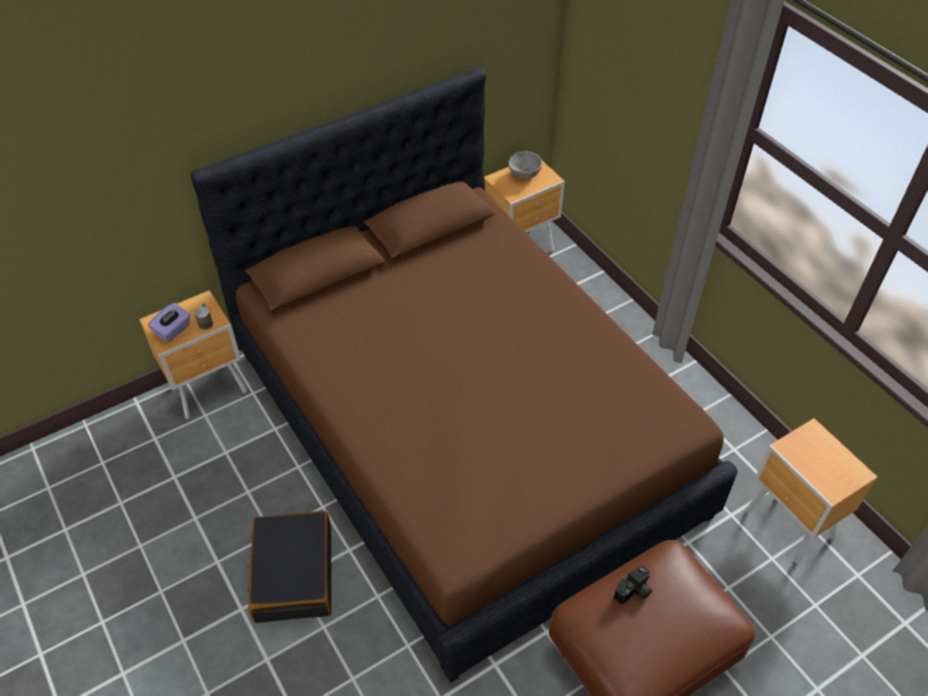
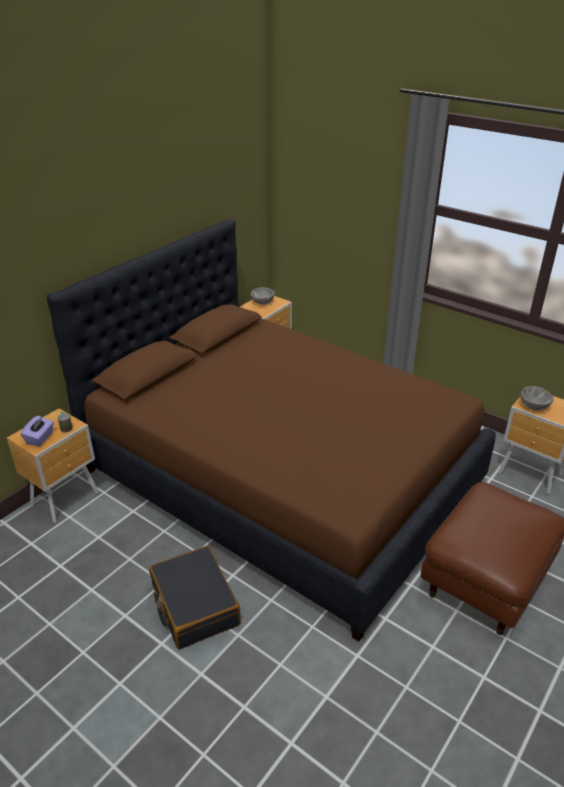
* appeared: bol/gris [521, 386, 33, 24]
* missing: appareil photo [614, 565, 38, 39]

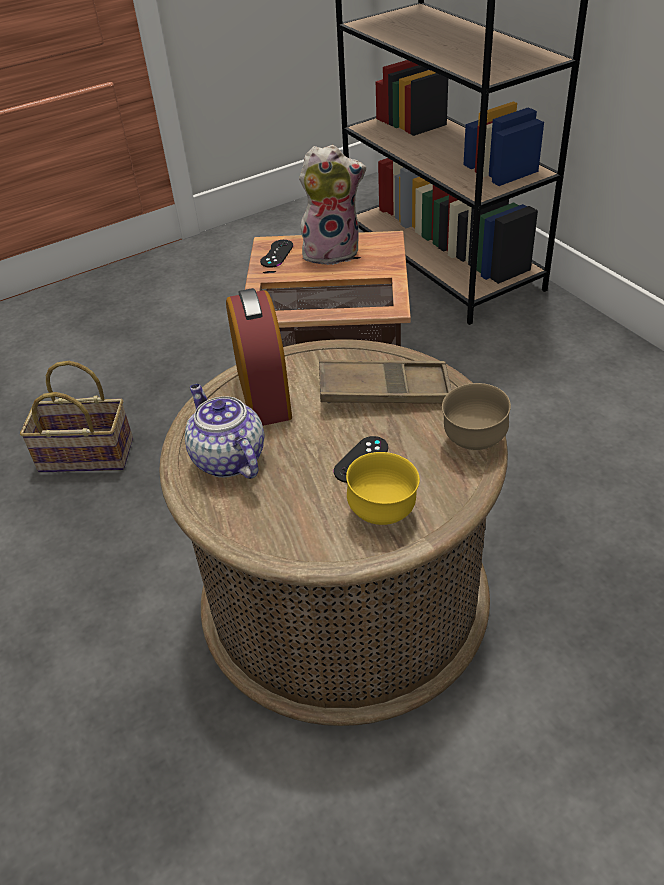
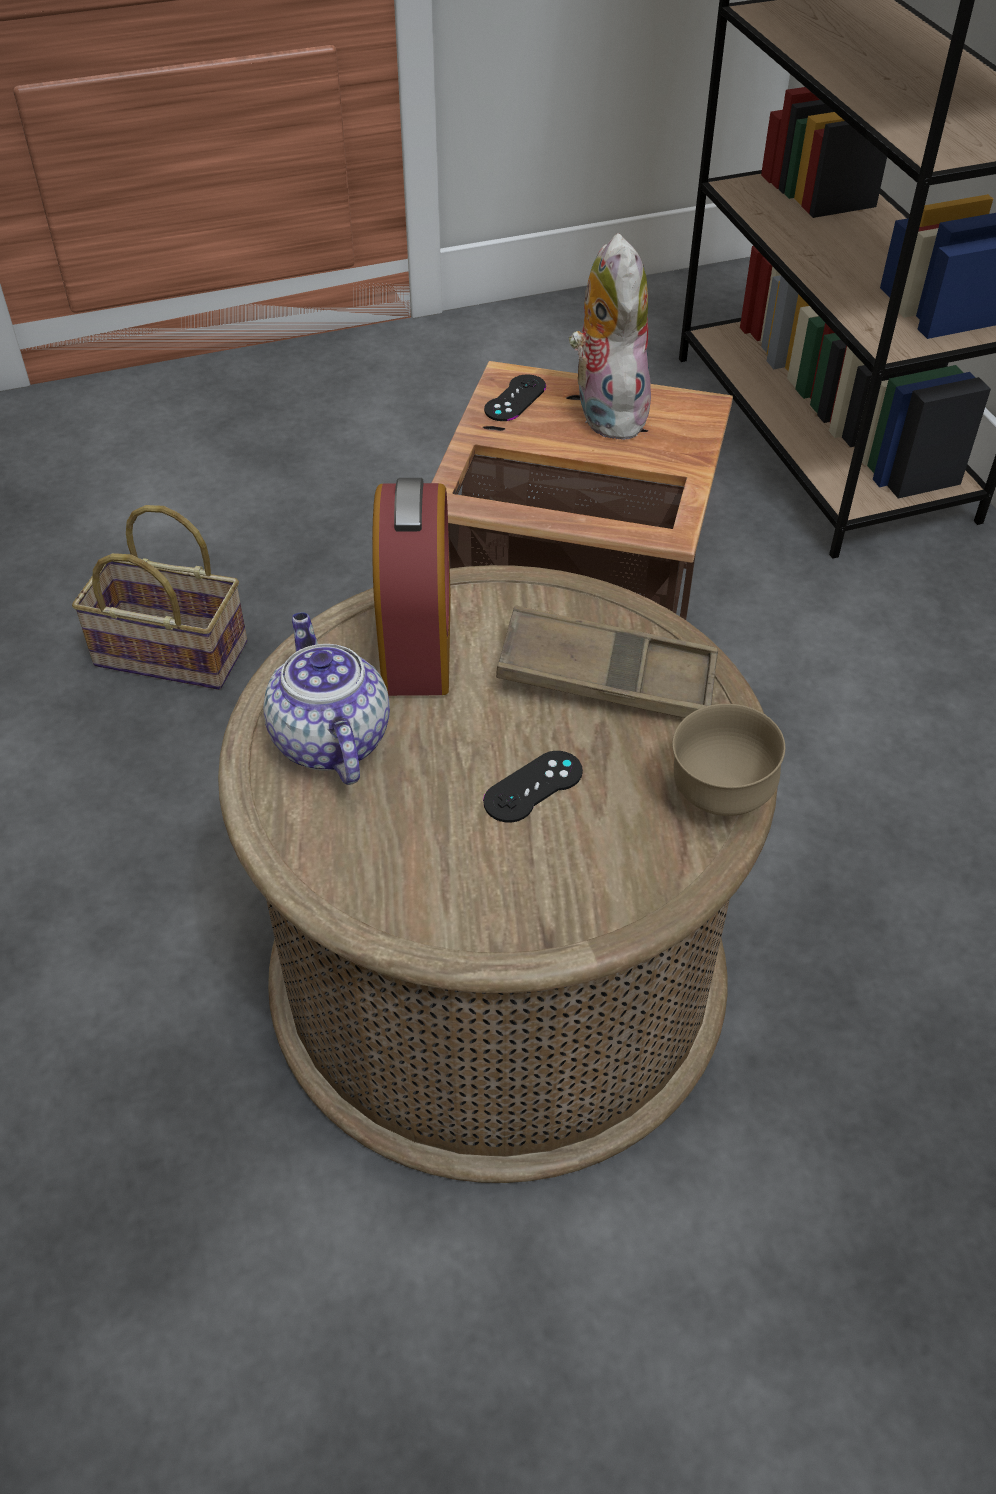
* spun: peluche [299, 145, 67, 120] = [569, 233, 82, 207] 105 degrees counterclockwise
* missing: bol/jaune [346, 452, 74, 73]

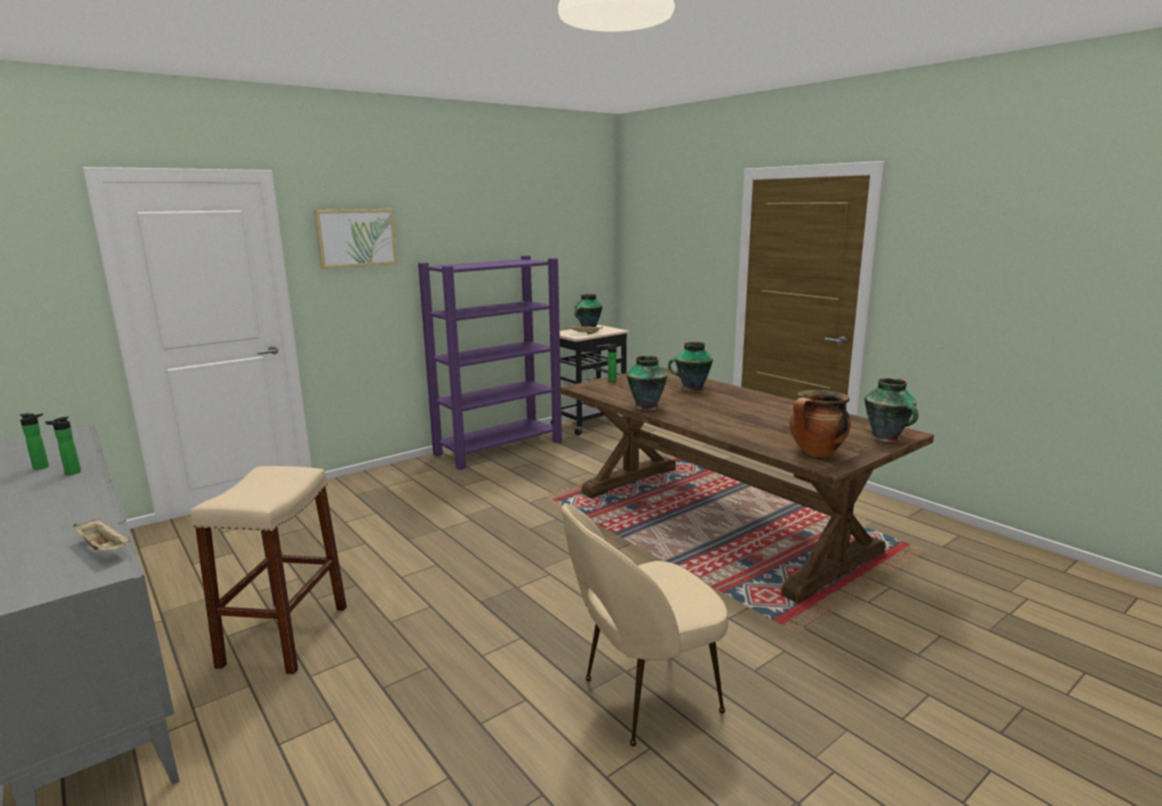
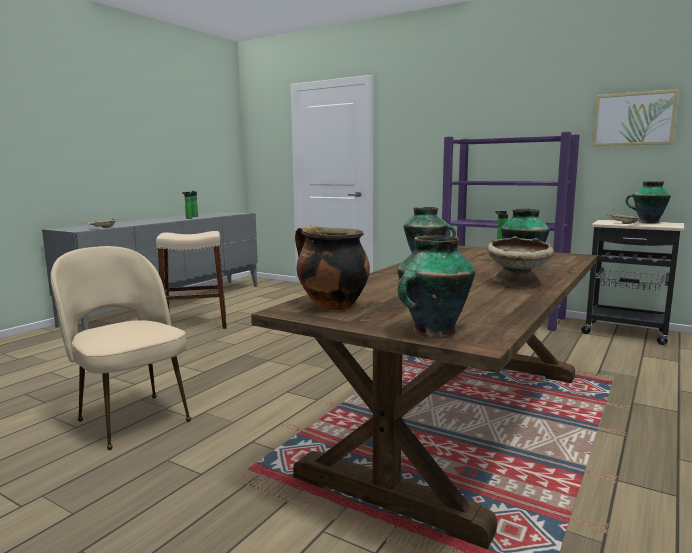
* appeared: bol/beige [487, 236, 67, 52]
* relocated: tableau [314, 209, 83, 60] to [593, 89, 86, 57]

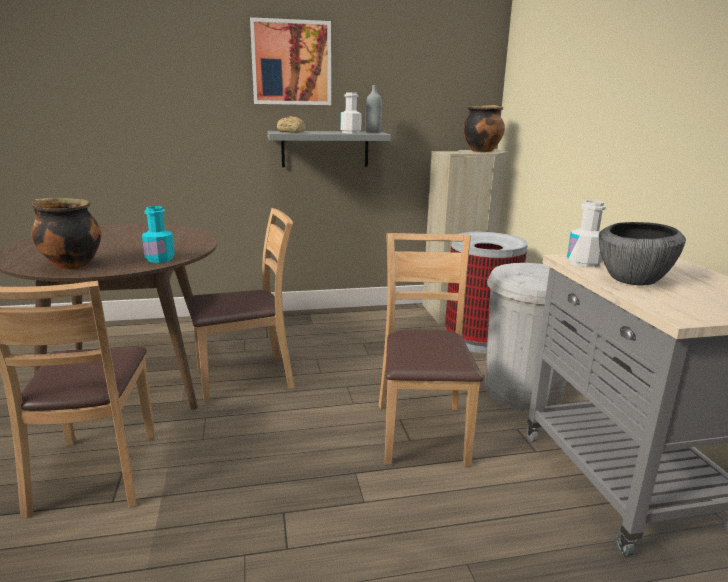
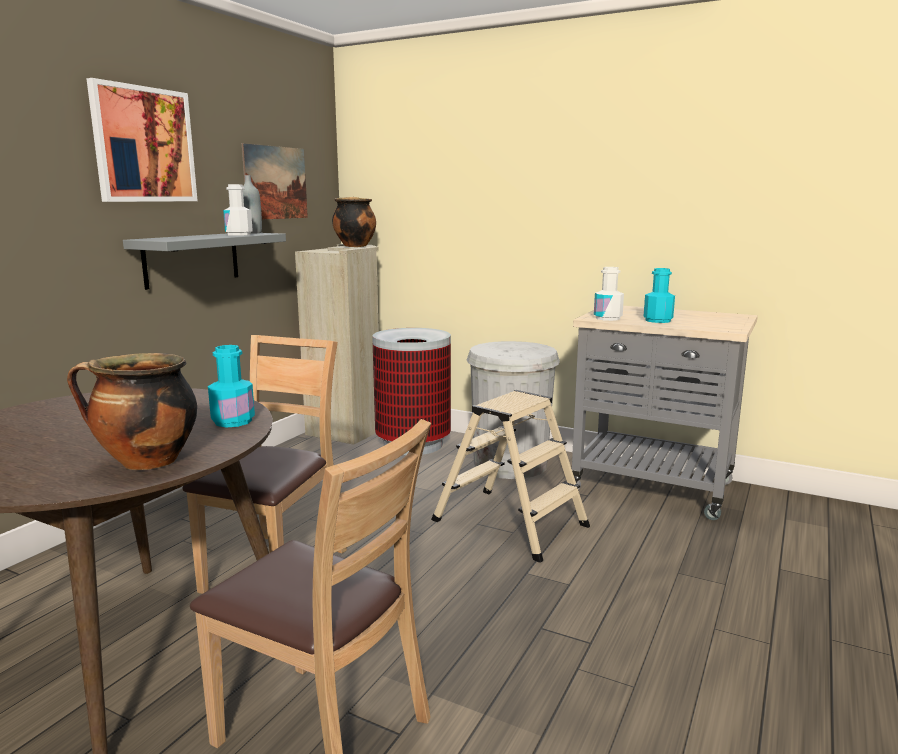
* appeared: tableau [242, 143, 66, 77]
* exchanged: chaise/marron [379, 233, 104, 234] to escabeau/beige [431, 390, 159, 173]
* exchanged: bol [599, 222, 87, 63] to bouteille/turquoise [643, 268, 32, 55]
* missing: pain [277, 116, 29, 17]

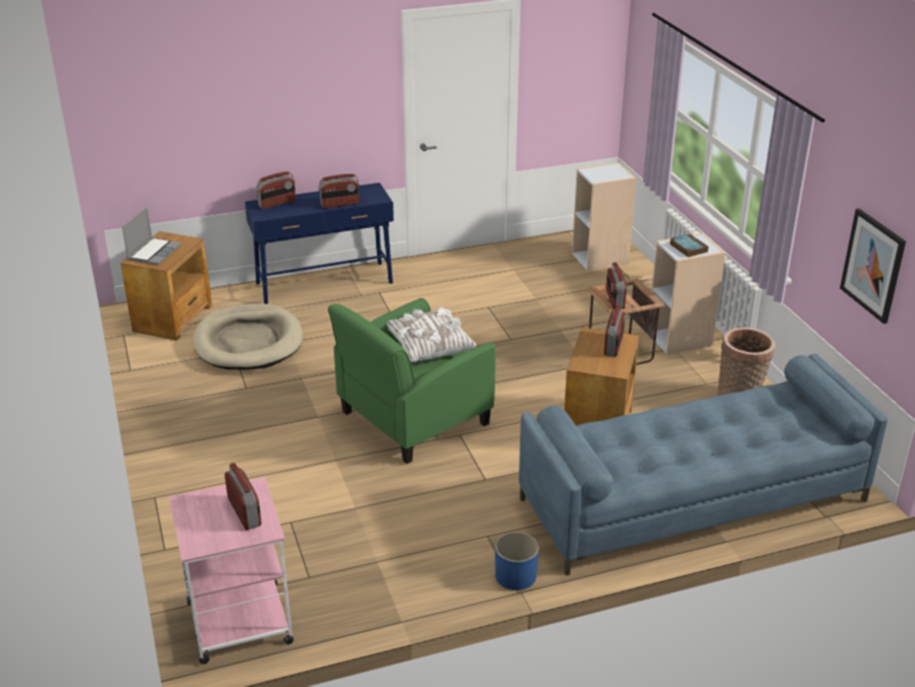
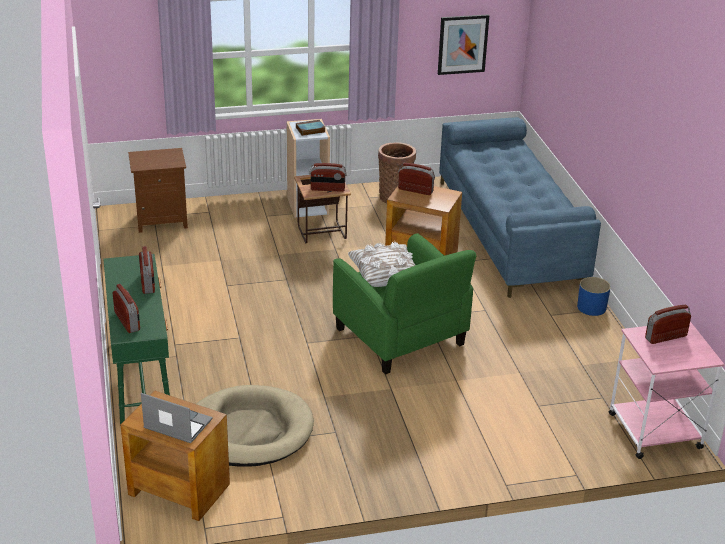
* colour: table console/bleu [245, 183, 149, 121] to table console/vert [103, 254, 67, 172]
* exchanged: bibliothèque [572, 163, 65, 108] to table de chevet/marron [128, 148, 60, 85]

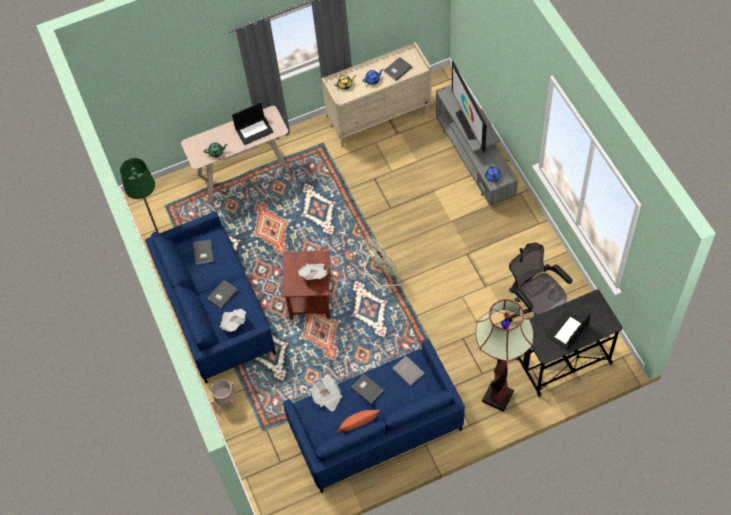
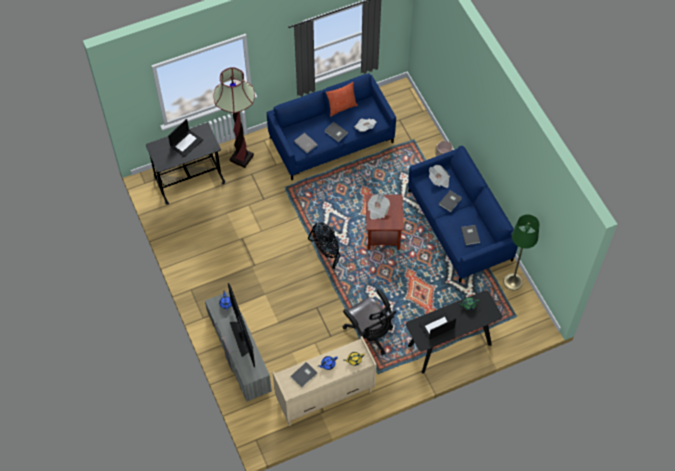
* colour: ventilateur/beige [362, 236, 41, 62] to ventilateur/noir [308, 222, 34, 47]
* relocated: chaise de bureau [507, 242, 65, 80] to [342, 289, 54, 66]
* colour: table console/beige [181, 106, 108, 97] to table console/noir [406, 290, 97, 84]

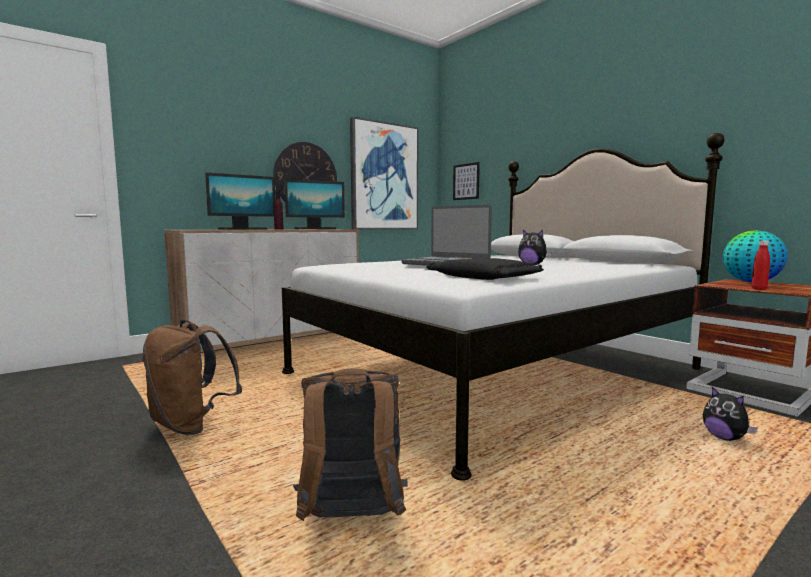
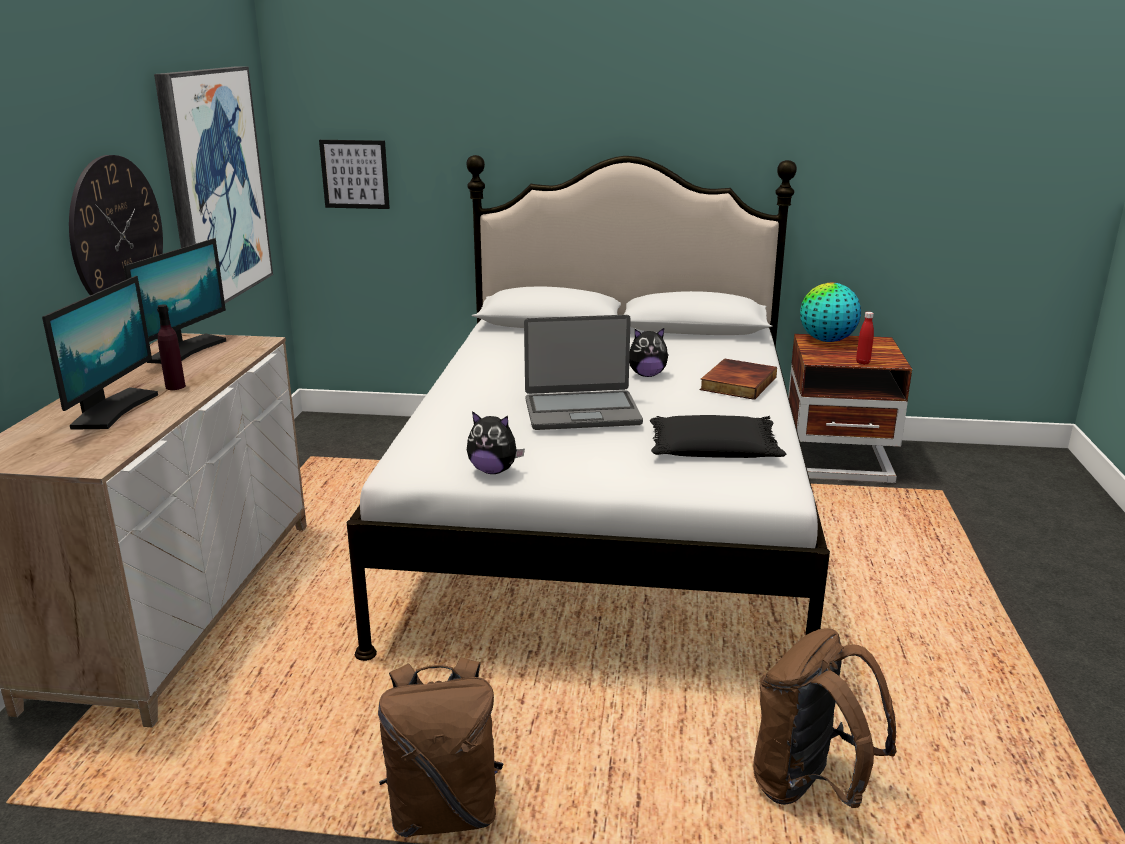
* relocated: peluche [703, 387, 54, 54] to [467, 411, 58, 63]
* appeared: livre [700, 358, 77, 42]

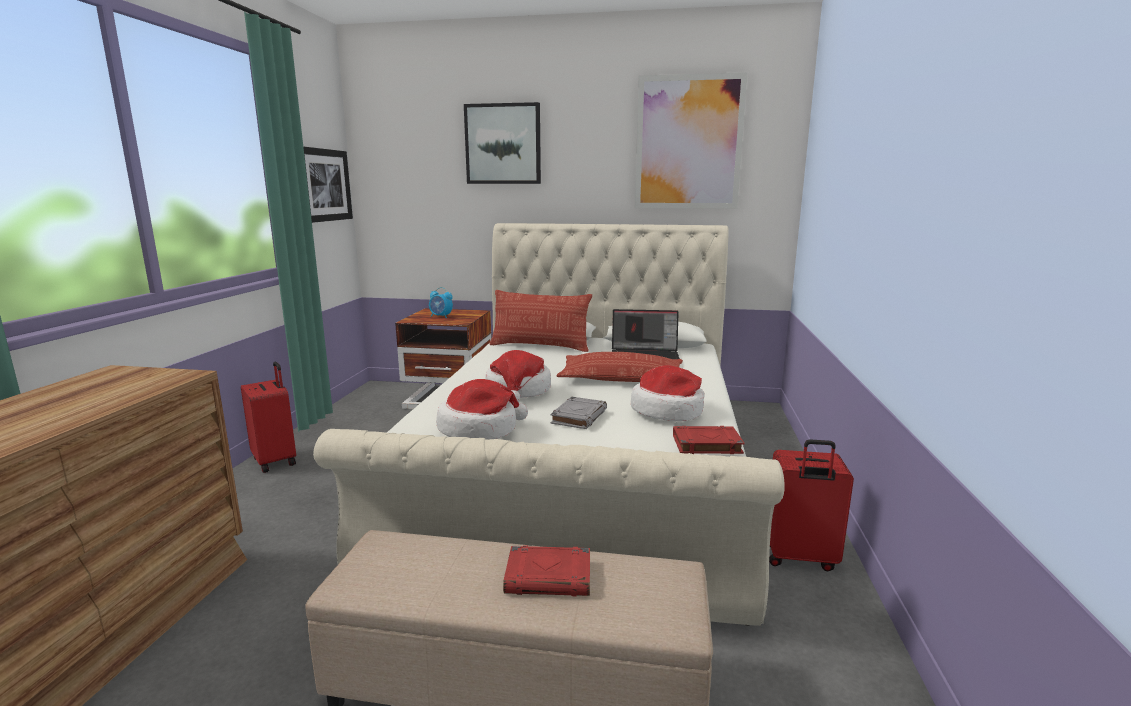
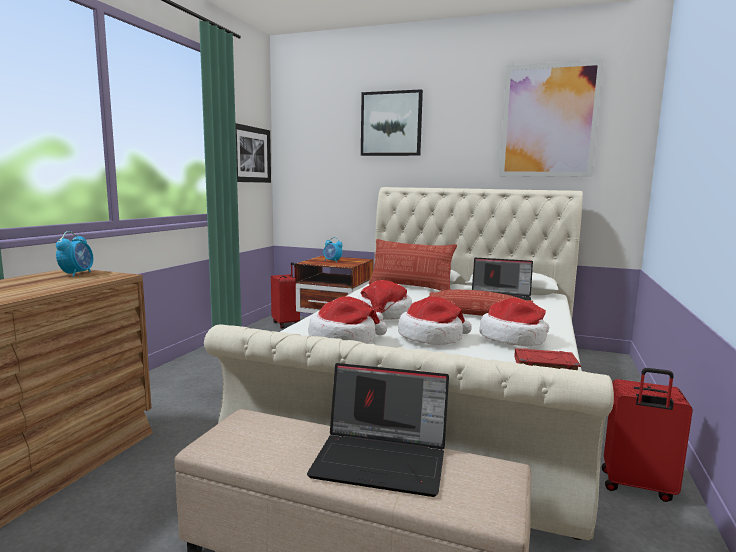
* appeared: réveil [56, 231, 37, 46]
* relocated: valise/rouge [241, 362, 55, 111] to [271, 262, 29, 67]
* exchanged: livre/rouge [503, 545, 87, 51] to ordinateur portable [307, 363, 142, 134]
* exchanged: livre/gris [550, 397, 57, 32] to chapeau [398, 296, 74, 49]

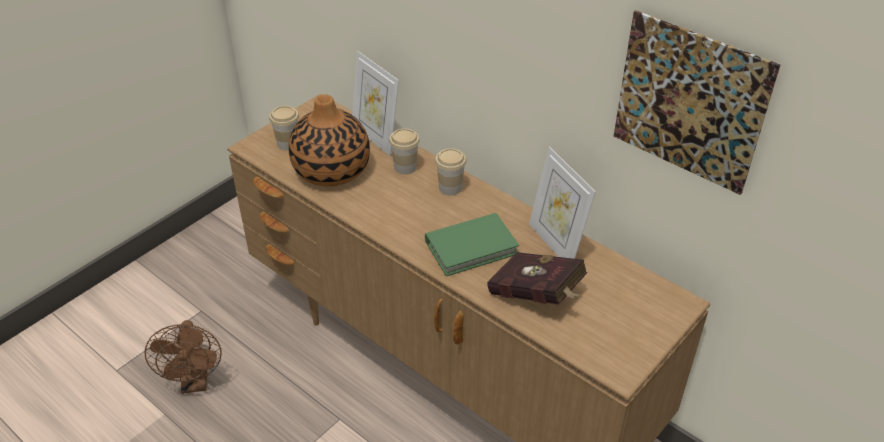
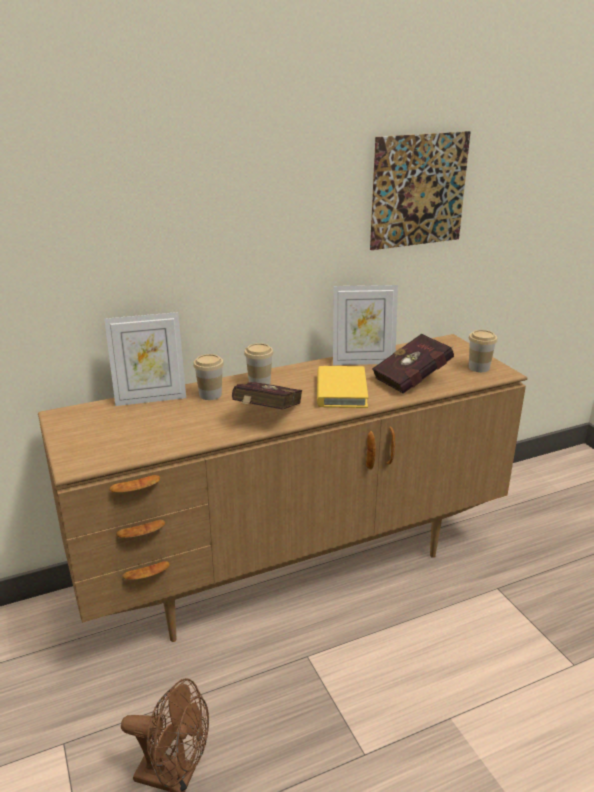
* appeared: livre/rouge [232, 382, 70, 28]
* colour: livre/vert [425, 213, 94, 63] to livre/jaune [317, 366, 51, 42]
* relocated: tasse [269, 106, 30, 45] to [469, 330, 28, 42]
* missing: vase [288, 94, 82, 92]

